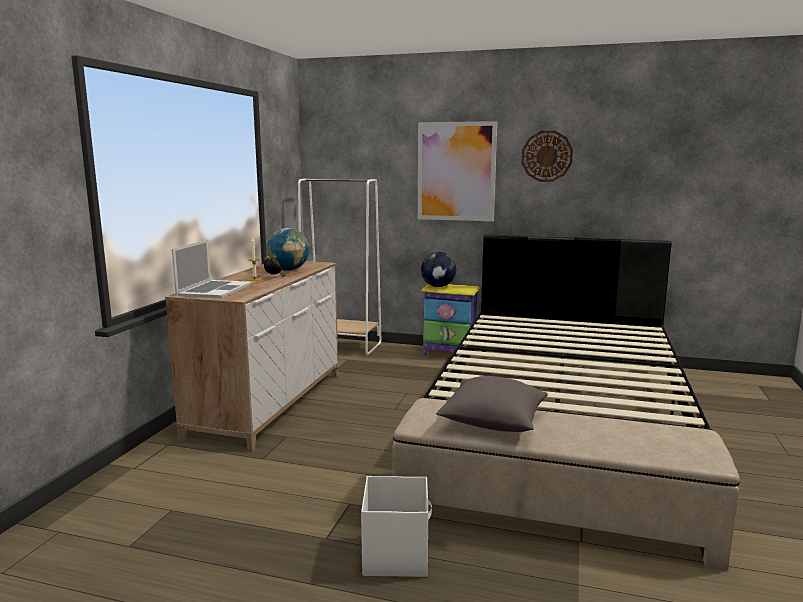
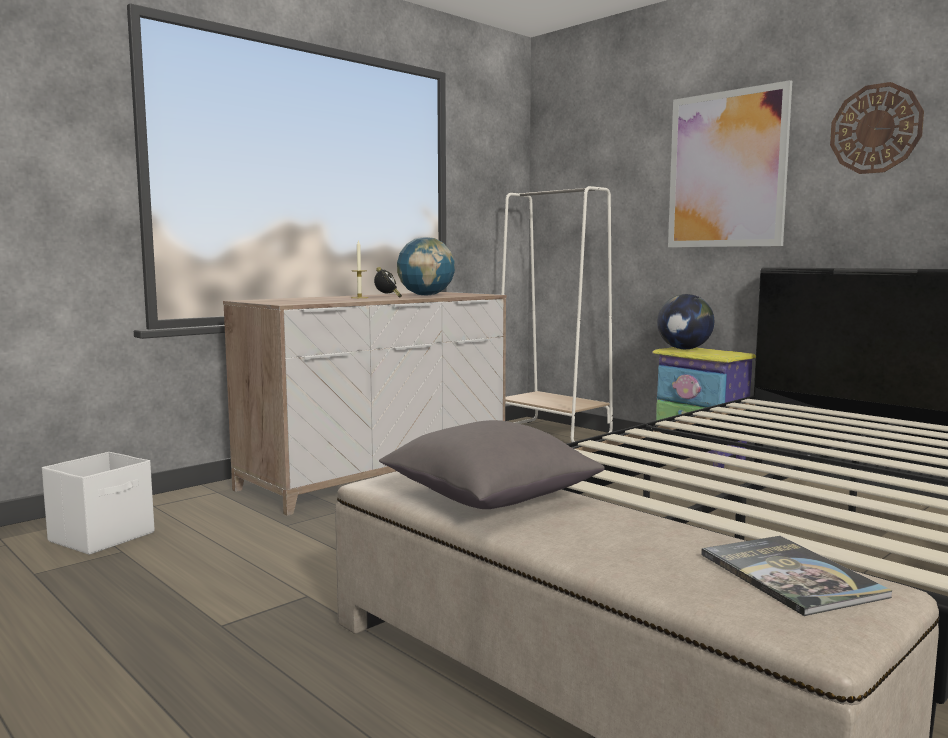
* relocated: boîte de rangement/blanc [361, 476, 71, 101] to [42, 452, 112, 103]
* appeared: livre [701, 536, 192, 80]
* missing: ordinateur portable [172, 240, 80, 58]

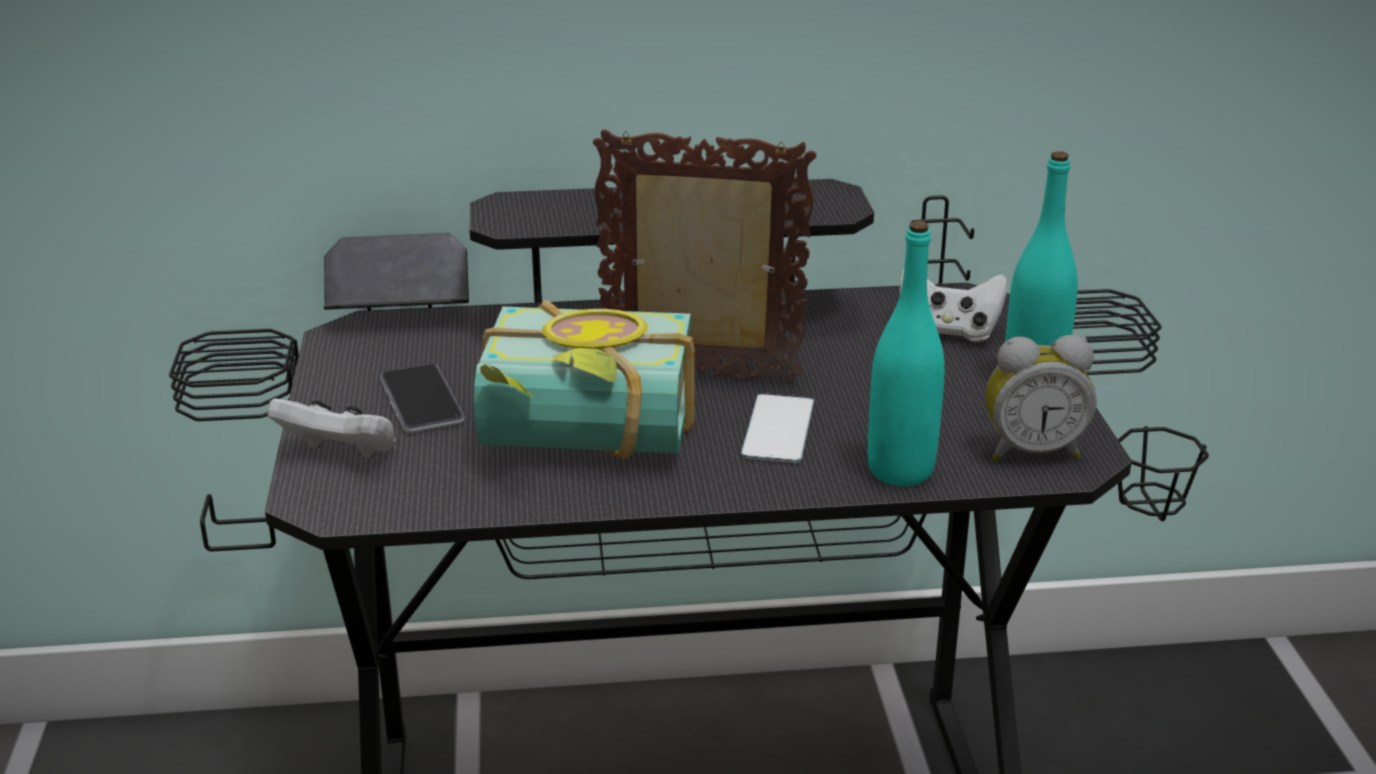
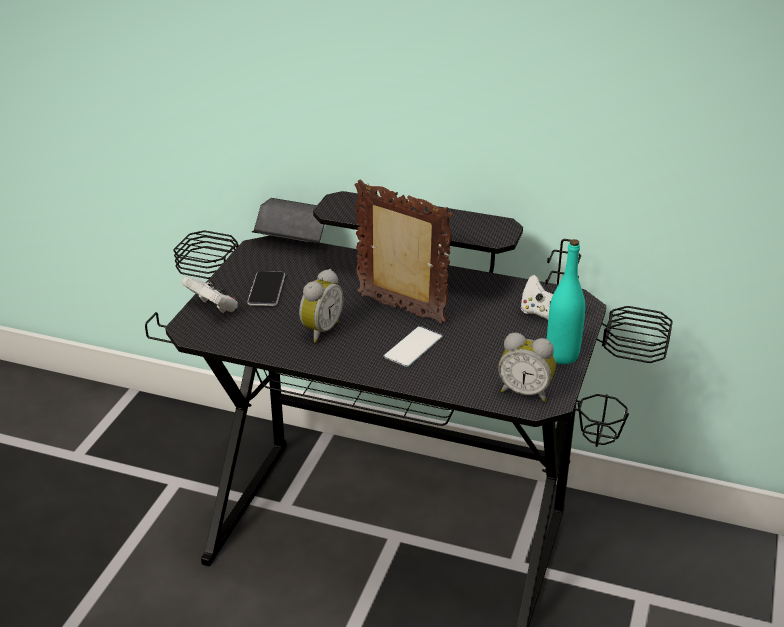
* exchanged: livre [474, 300, 221, 159] to réveil [299, 269, 45, 74]
* missing: bouteille/turquoise [868, 221, 77, 265]

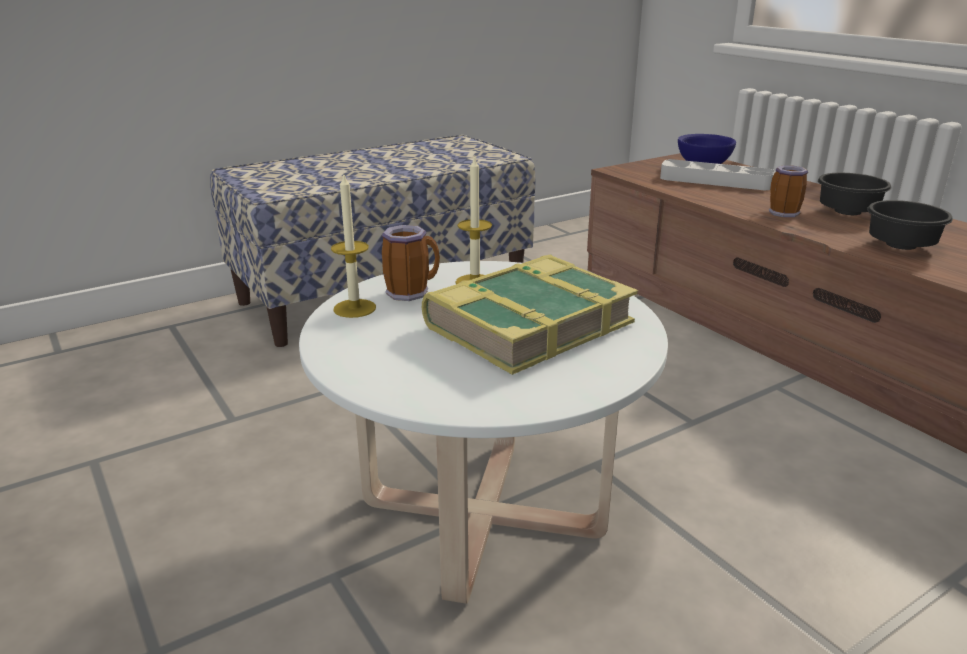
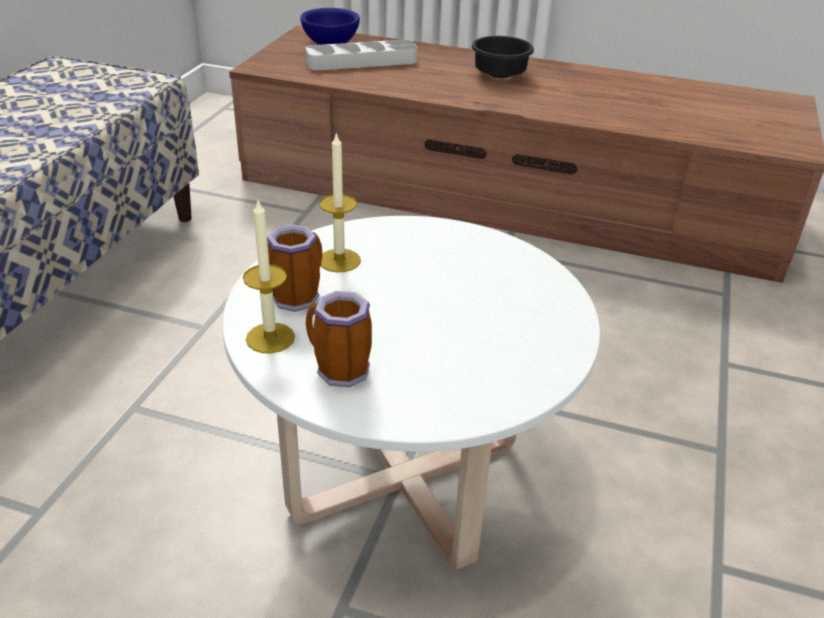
* relocated: mug [769, 165, 39, 52] to [306, 291, 66, 96]
* missing: livre [422, 254, 216, 121]
* missing: bol/noir [867, 200, 86, 50]

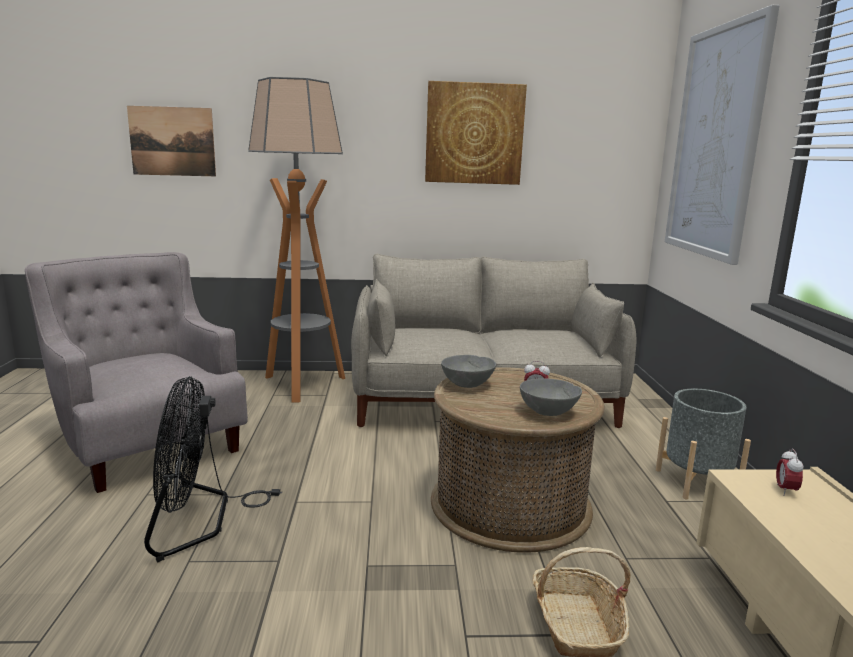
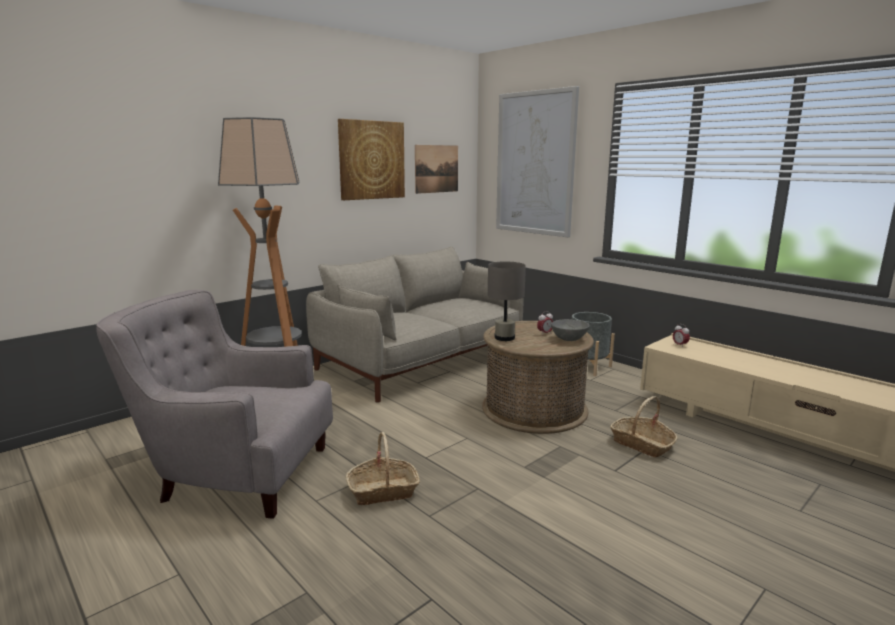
* exchanged: ventilateur/noir [144, 376, 138, 186] to panier [346, 432, 74, 73]
* relocated: tableau [127, 106, 89, 70] to [415, 145, 43, 49]
* exchanged: bol/gris [441, 355, 55, 33] to lampe de table/gris [488, 261, 38, 80]

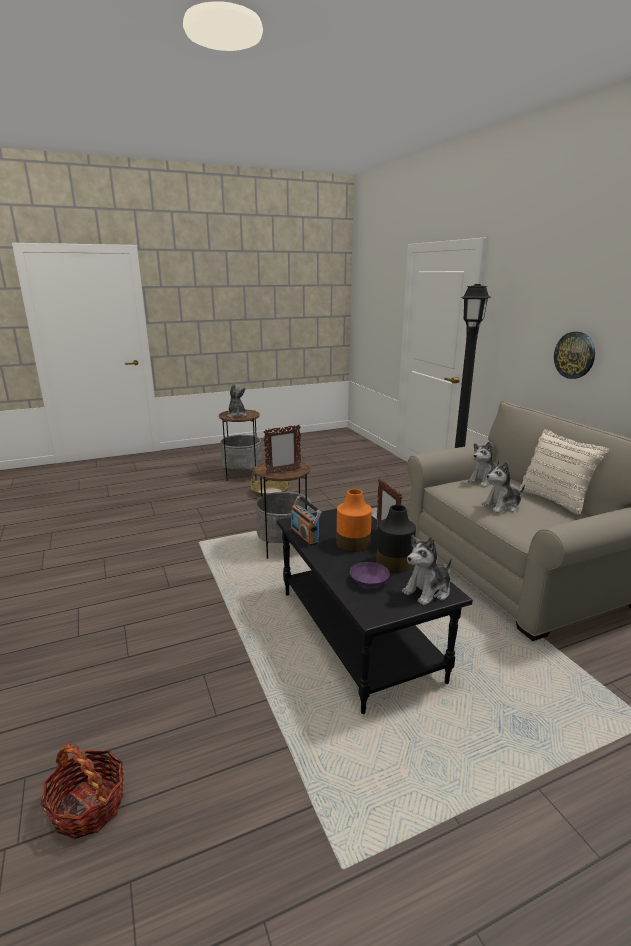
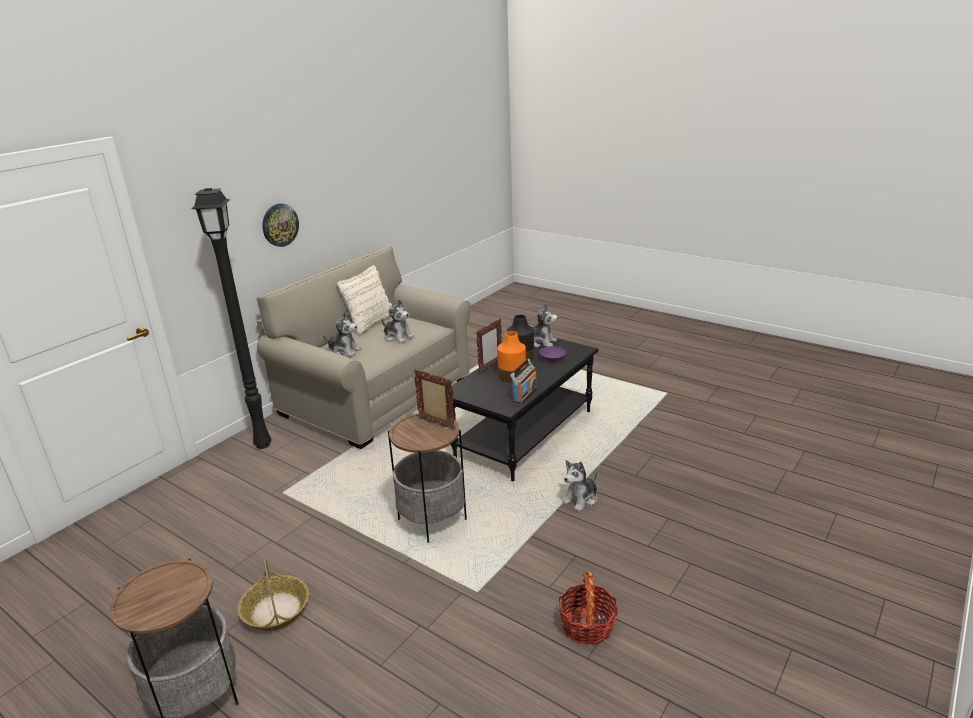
* relocated: panier [40, 742, 84, 97] to [558, 571, 60, 73]
* relocated: peluche [227, 384, 20, 34] to [562, 460, 35, 51]

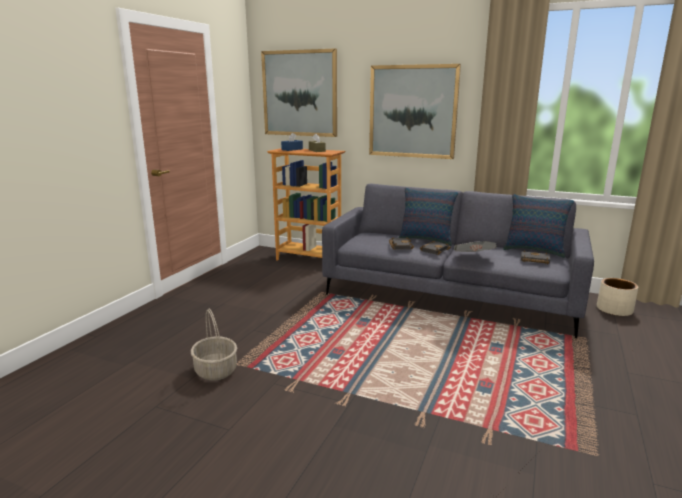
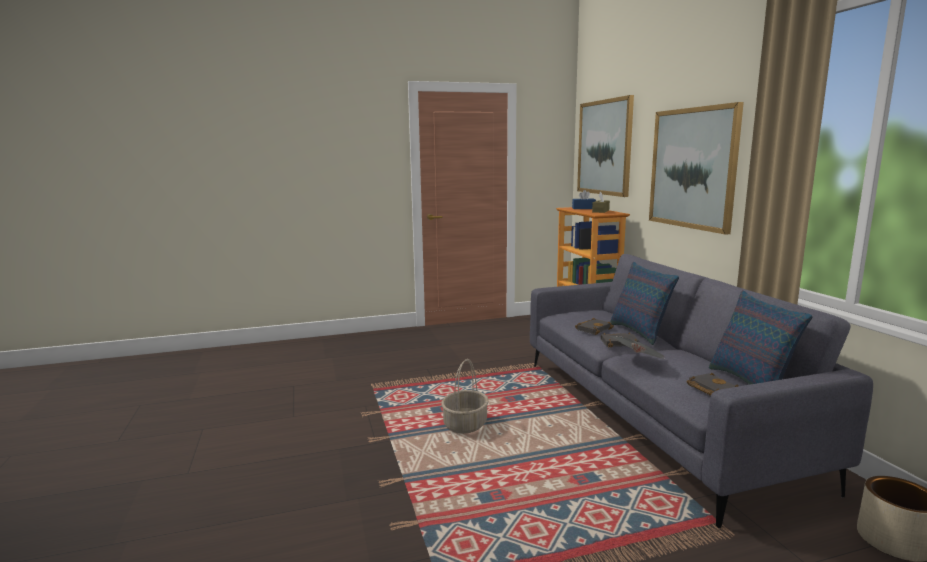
* relocated: panier [191, 309, 46, 72] to [441, 359, 48, 75]

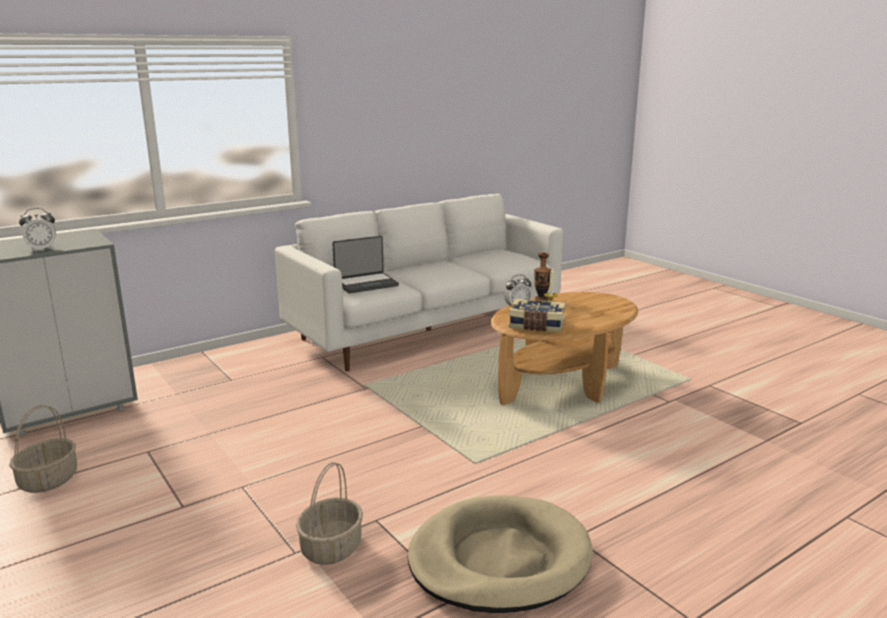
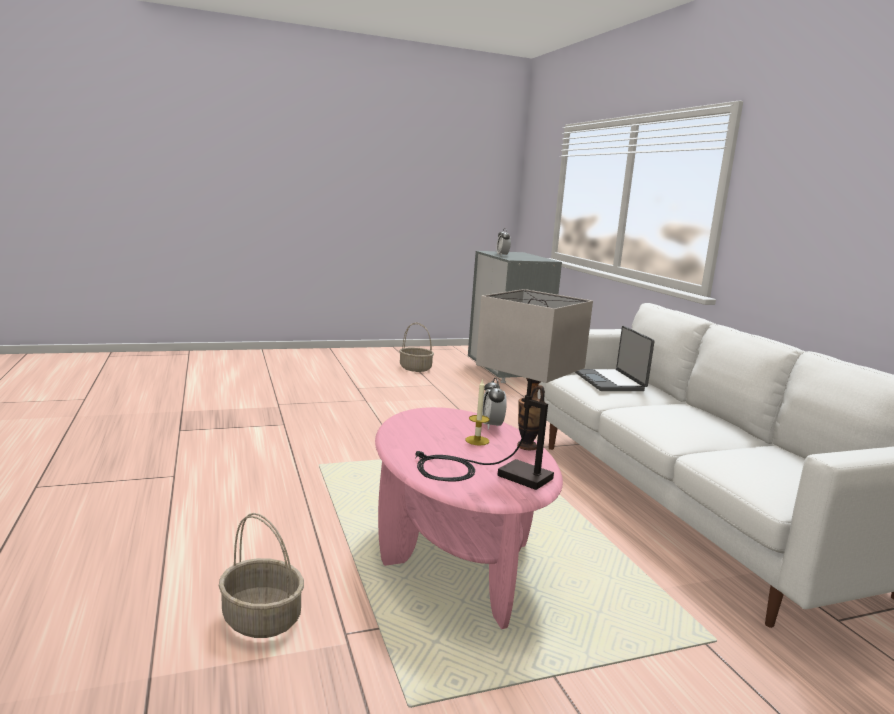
* relocated: panier [296, 462, 67, 103] to [219, 513, 85, 125]
* colour: table basse/marron [491, 292, 147, 113] to table basse/rose [375, 407, 188, 222]
* appeared: lampe de table [415, 289, 178, 201]
* missing: panier pour chien/beige [408, 495, 185, 118]
* missing: livre [509, 299, 57, 33]

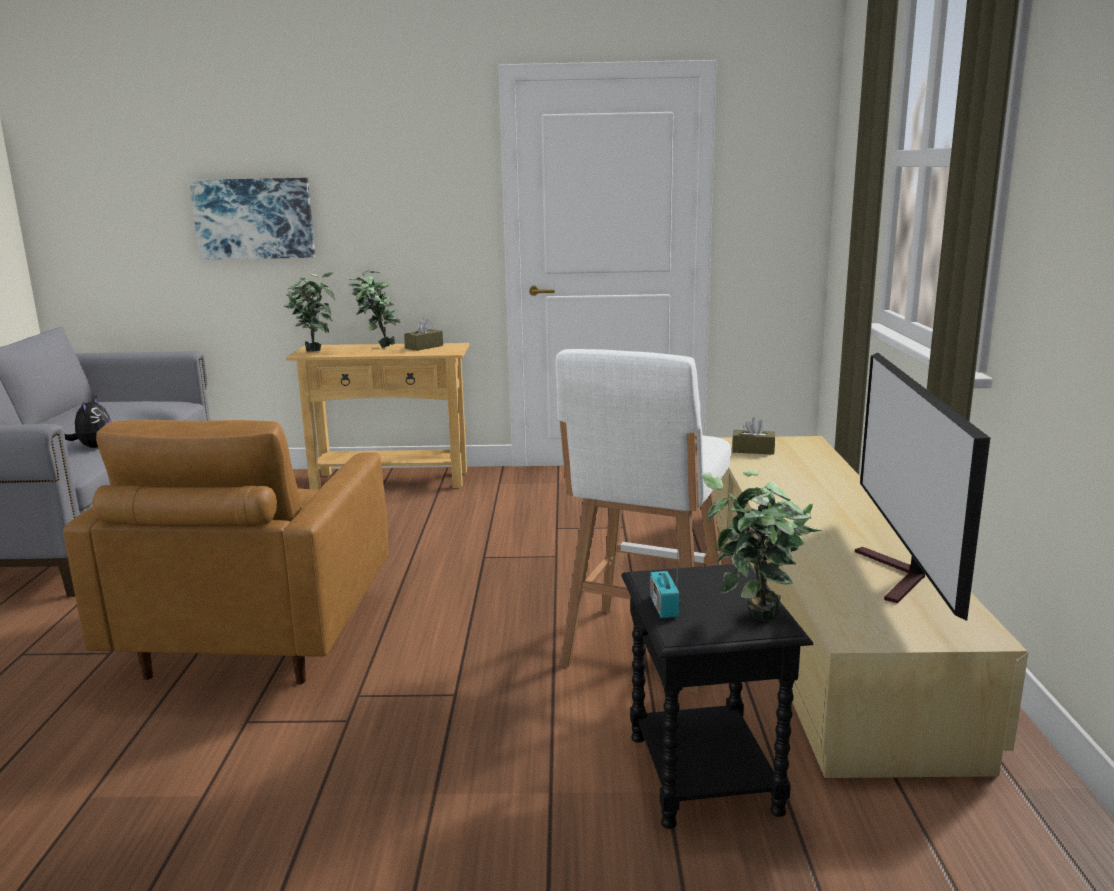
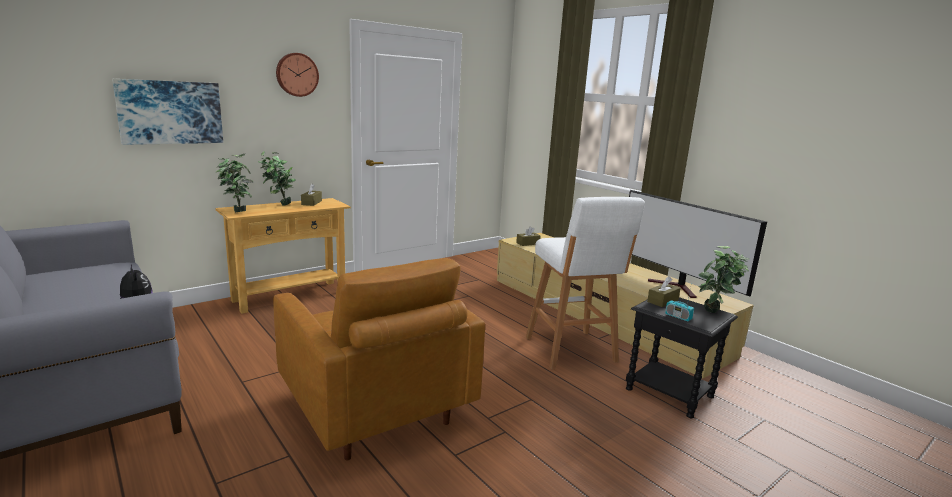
* appeared: horloge murale [276, 53, 43, 44]
* appeared: boîte à mouchoirs/marron [647, 276, 33, 31]

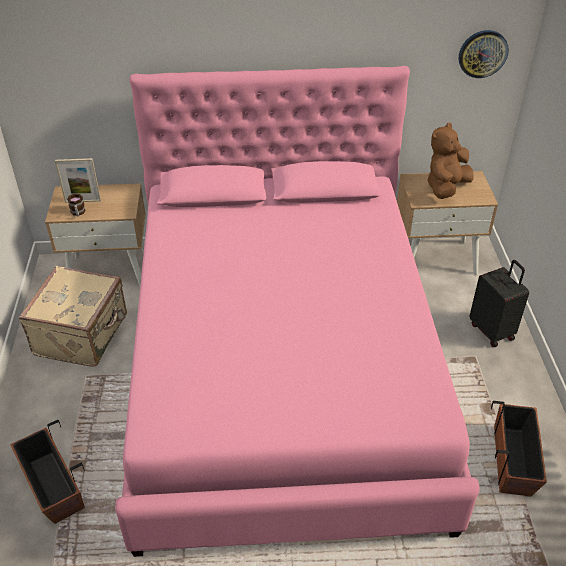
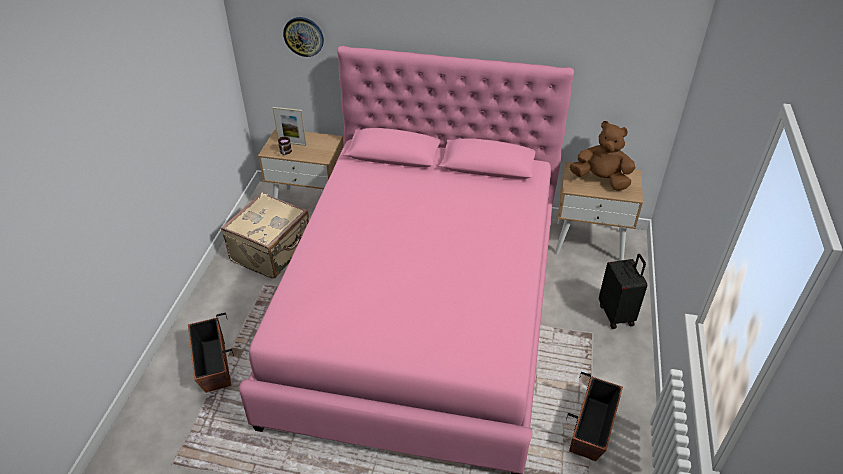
* relocated: horloge murale [459, 30, 50, 48] to [283, 17, 41, 40]
* spun: peluche/marron [427, 123, 46, 76] = [570, 121, 66, 70] 60 degrees clockwise

